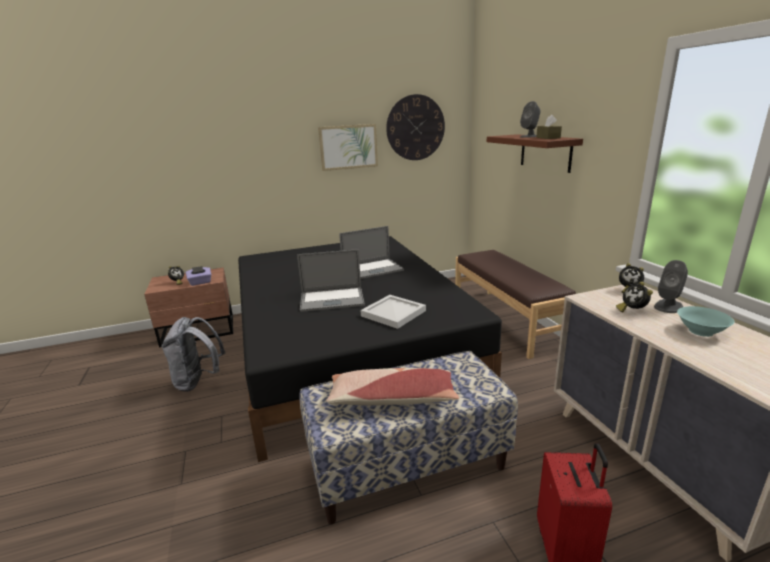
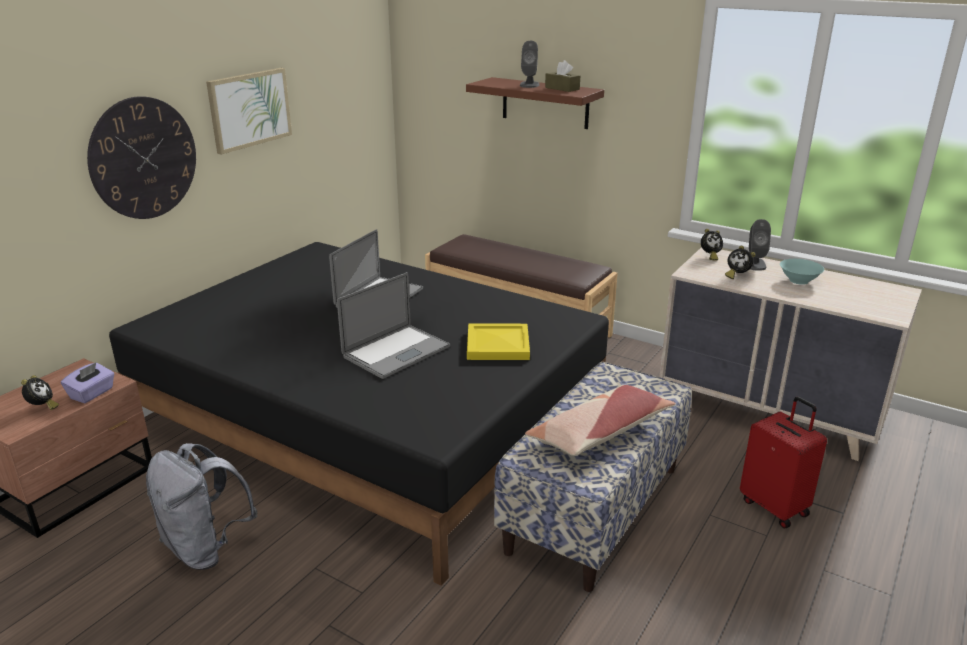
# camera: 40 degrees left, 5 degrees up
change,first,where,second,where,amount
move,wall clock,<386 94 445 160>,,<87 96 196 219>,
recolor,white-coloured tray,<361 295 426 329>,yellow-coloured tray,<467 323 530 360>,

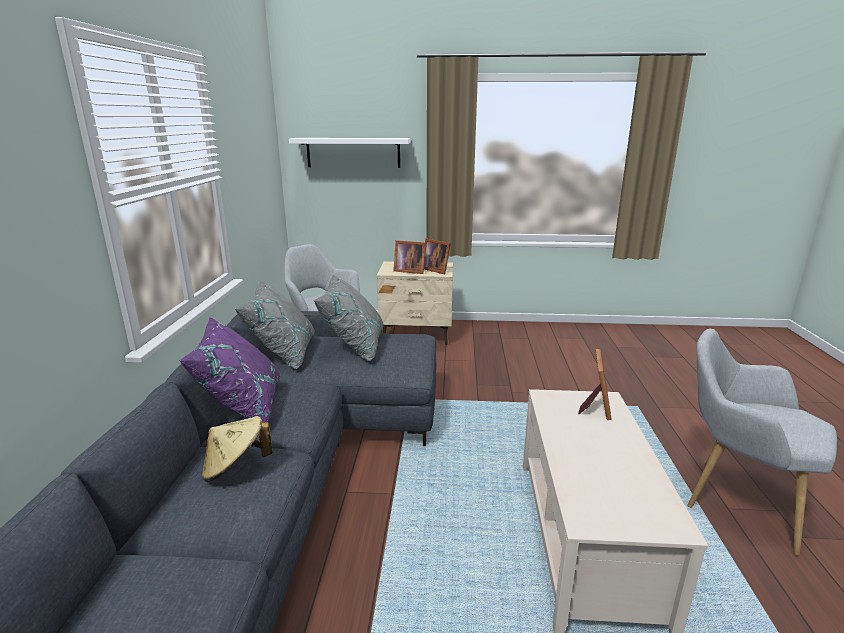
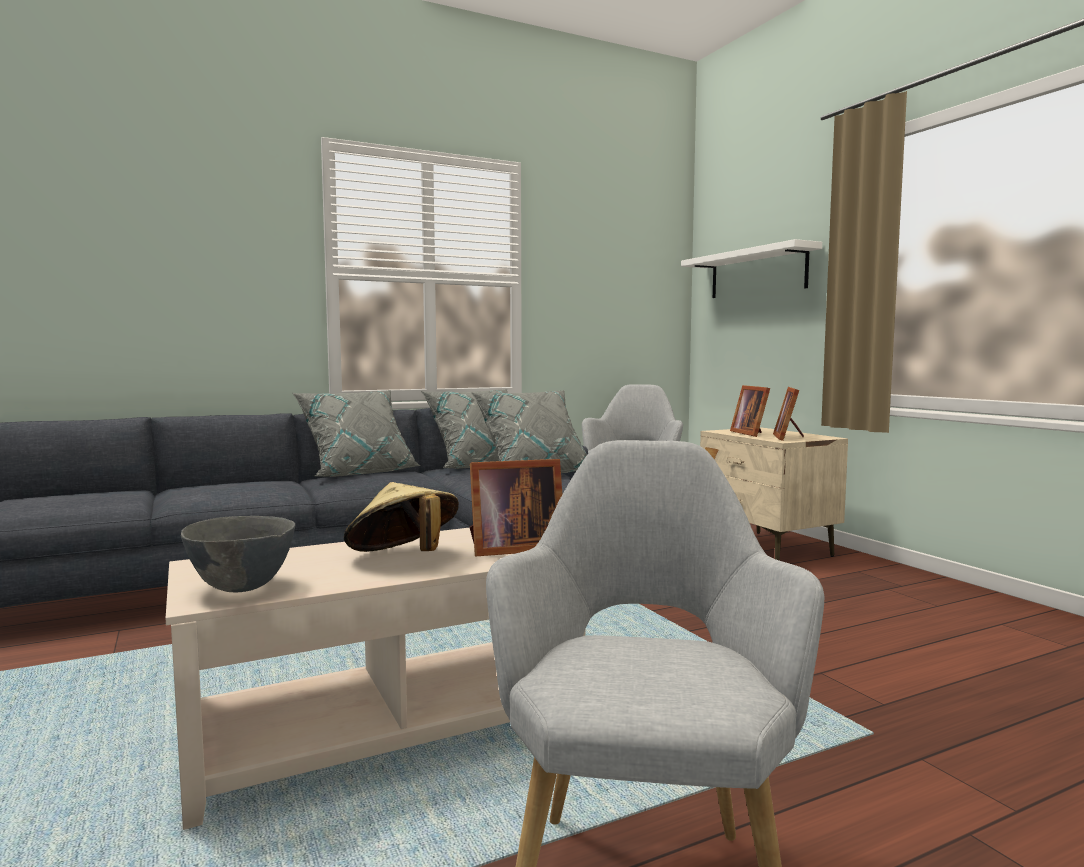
# camera: 60 degrees right, 15 degrees down
change,first,where,second,where,amount
recolor,purplish cushion,<179 317 281 423>,gray cushion,<292 390 421 477>,
move,sand-coloured wearable hat,<202 416 273 482>,,<344 482 459 552>,
insert,,,gray serving bowl,<181 516 295 593>,

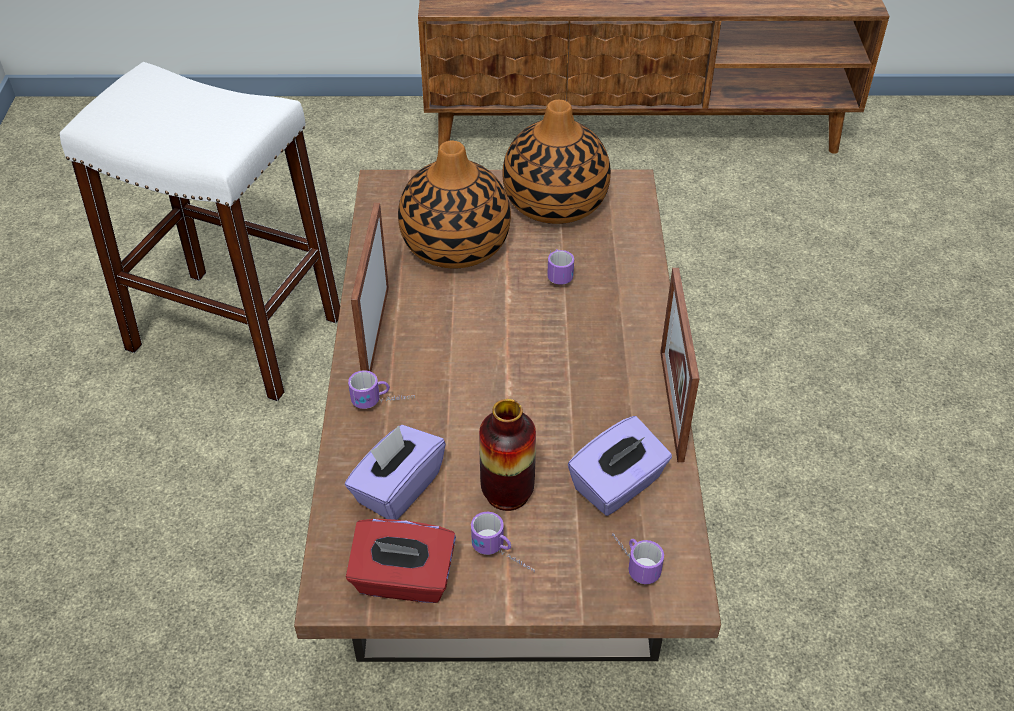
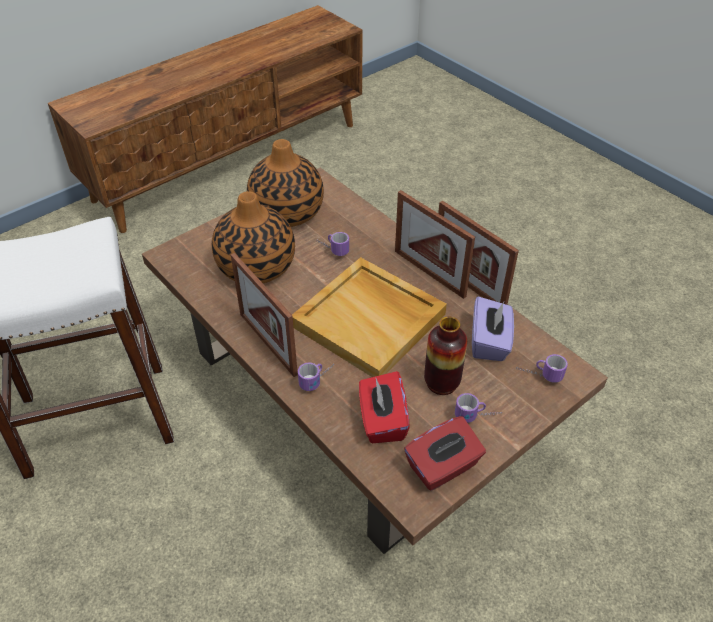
# camera: 40 degrees left, 0 degrees up
change,first,where,second,where,amount
recolor,purplish tissue holder,<345 425 446 520>,red tissue holder,<359 371 410 443>,
insert,,,picture frame,<395 190 475 299>,
insert,,,sand-coloured tray,<292 257 447 377>,

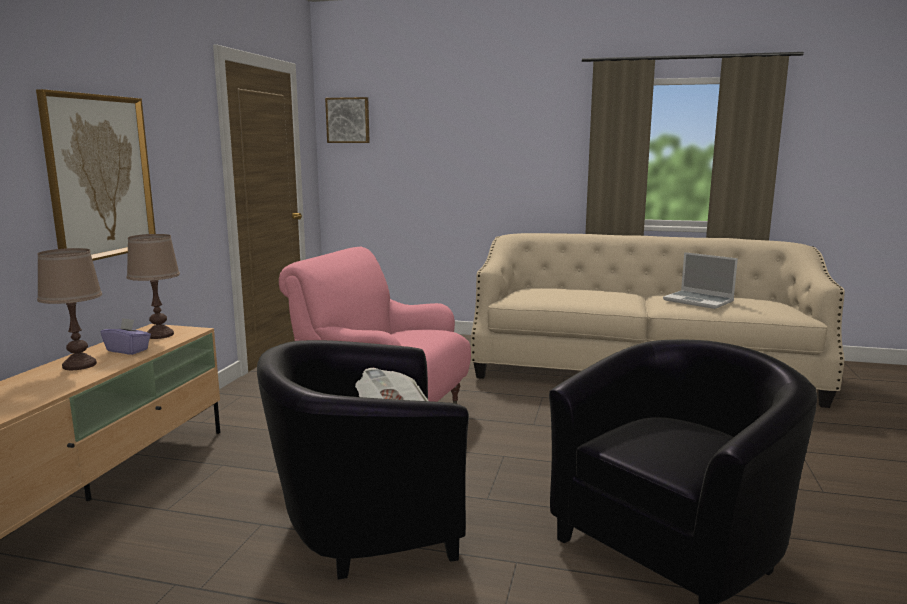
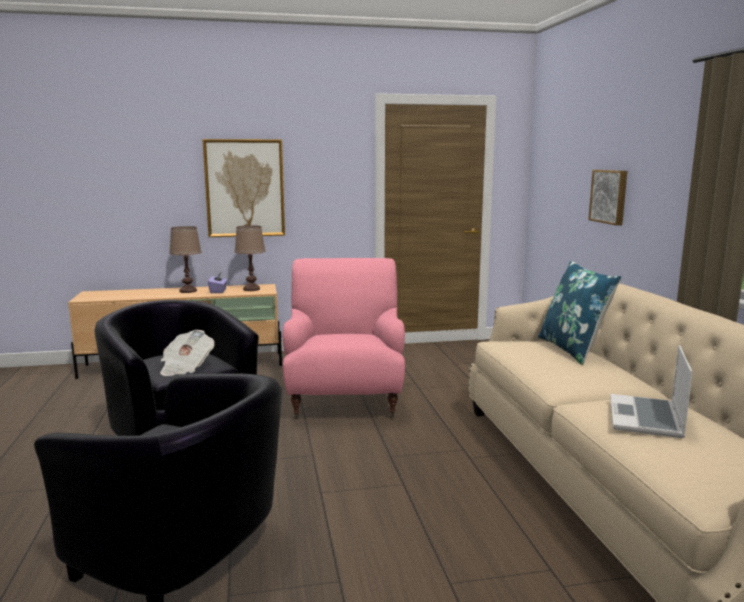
# camera: 65 degrees right, 0 degrees up
change,first,where,second,where,amount
move,picture,<325 97 370 143>,,<588 170 627 226>,
insert,,,bluish cushion,<538 260 622 365>,

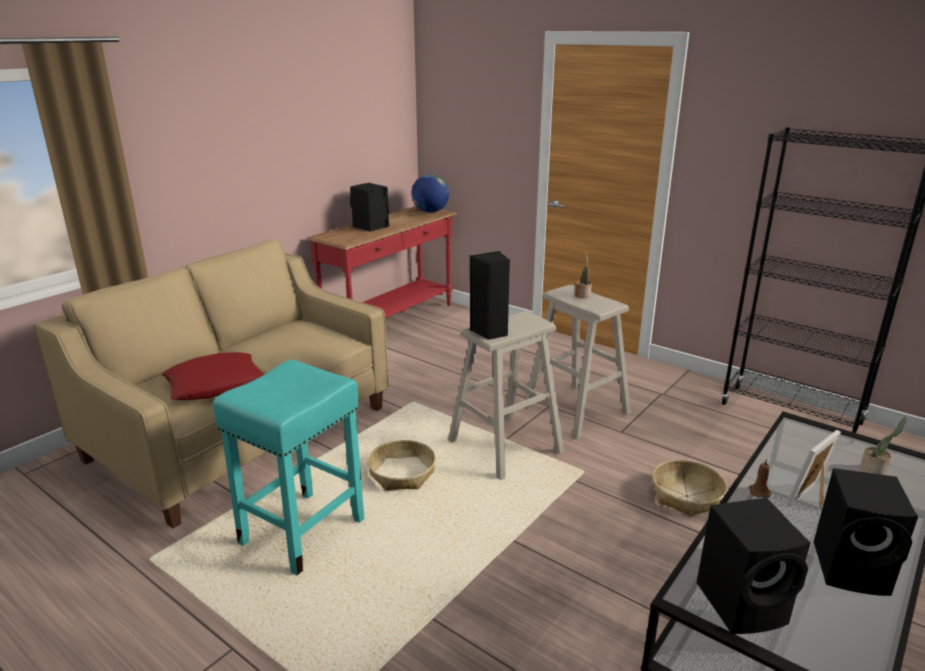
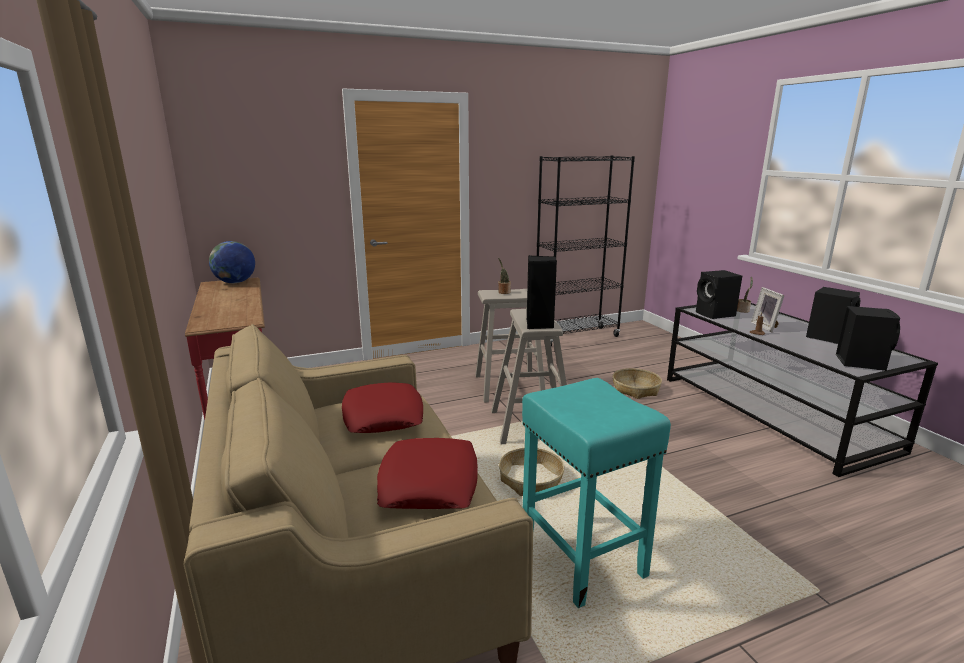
# camera: 60 degrees left, 5 degrees down
change,first,where,second,where,amount
move,black loudspeaker,<350 183 389 232>,,<696 270 742 319>,
insert,,,red cushion,<342 382 423 433>,

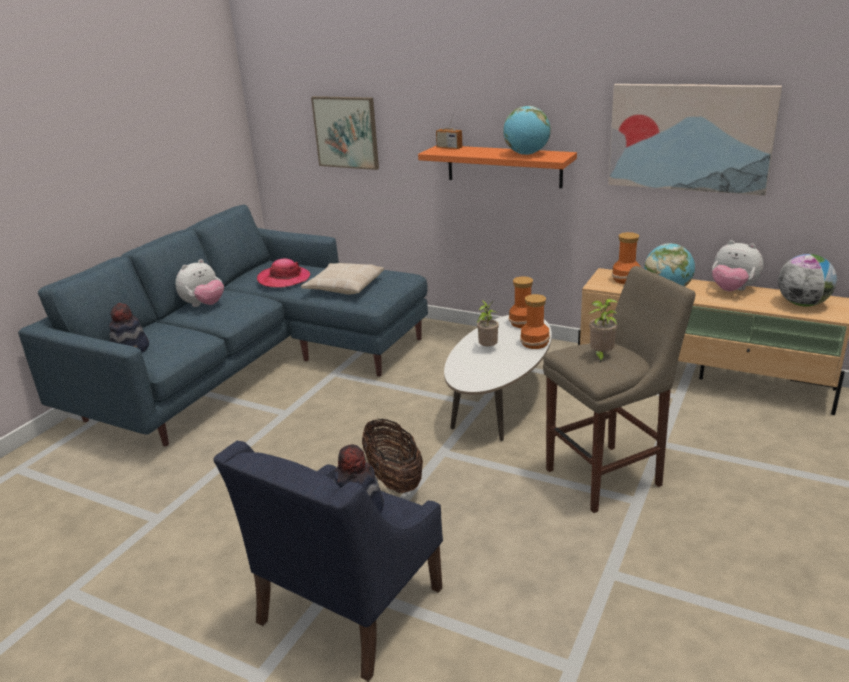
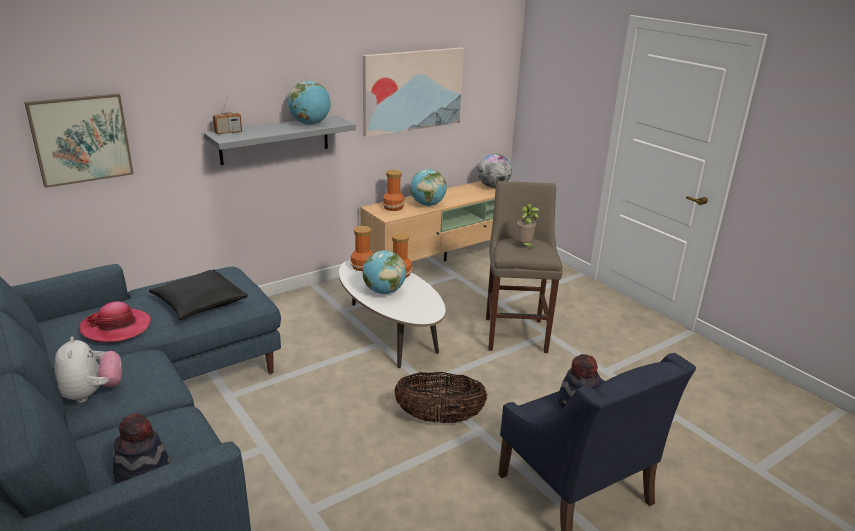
# camera: 65 degrees left, 0 degrees up
change,first,where,second,where,amount
recolor,orange-coloured bracket shelf,<418 145 577 188>,gray bracket shelf,<204 116 356 165>,
delete,plush toy,<712 240 763 291>,,,
recolor,sand-coloured cushion,<301 263 384 294>,black cushion,<149 269 248 320>,
replace,houseplant,<476 300 499 346>,world globe,<363 250 406 294>,

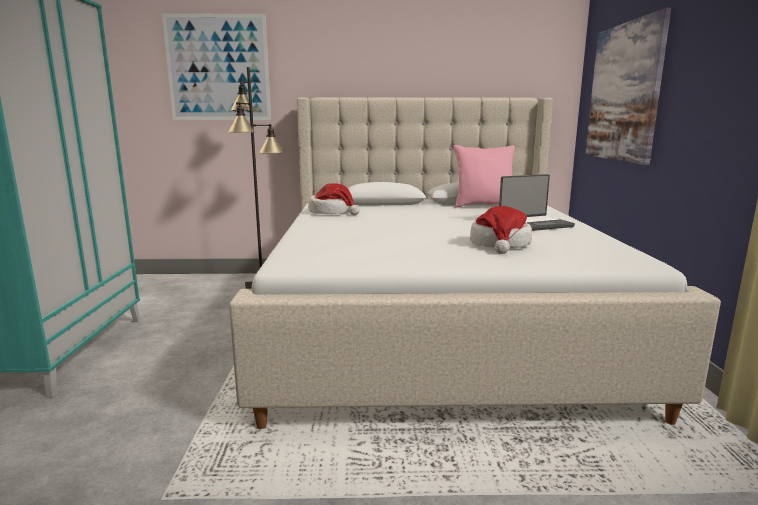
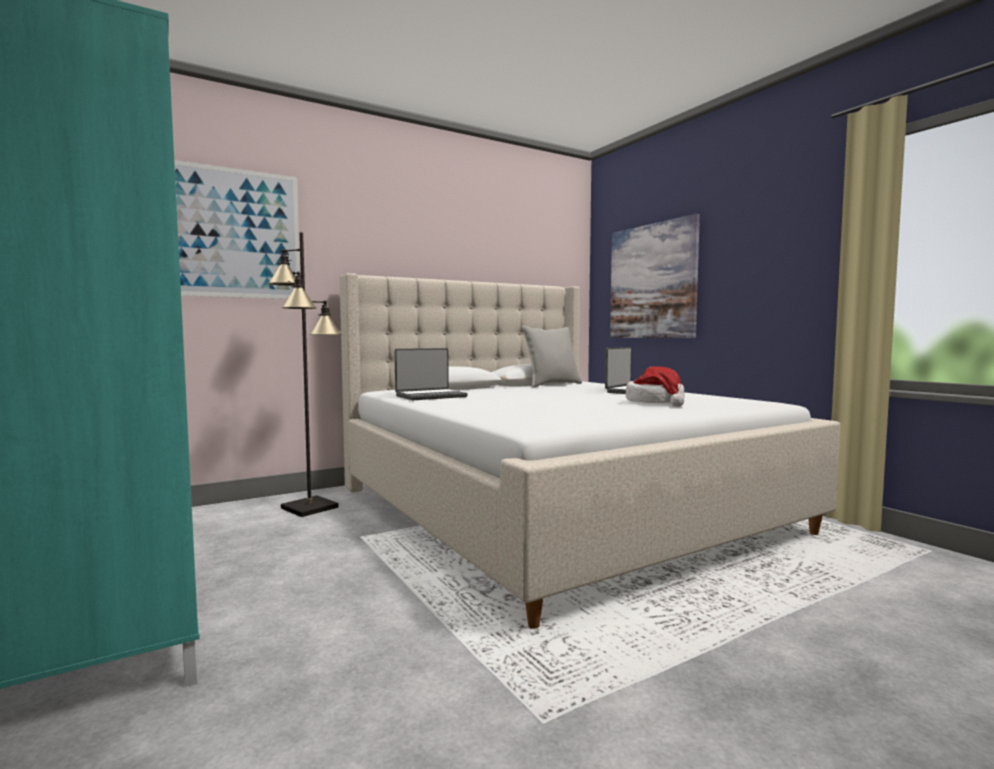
# camera: 30 degrees left, 10 degrees down
change,first,where,second,where,amount
recolor,pink-coloured cushion,<453 145 515 208>,gray cushion,<522 326 582 387>,
replace,wearable hat,<308 183 360 215>,laptop,<394 348 468 400>,

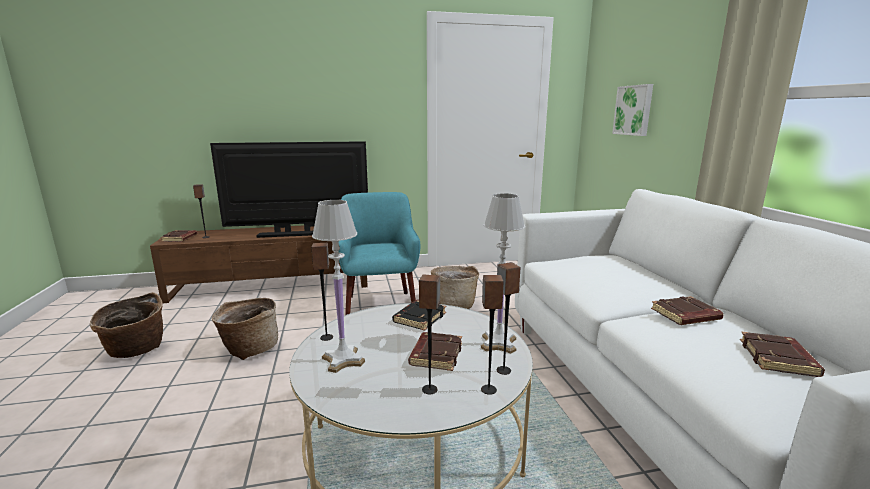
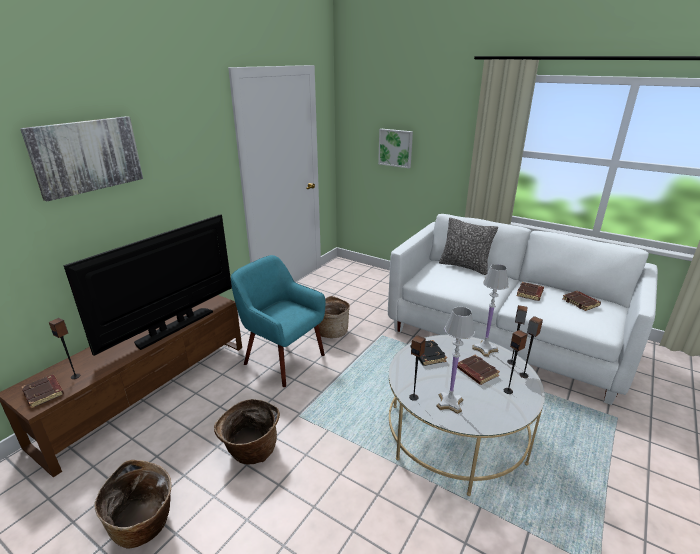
# camera: 45 degrees left, 10 degrees up
change,first,where,second,where,amount
insert,,,picture,<20 116 143 201>,
insert,,,cushion,<439 218 498 275>,

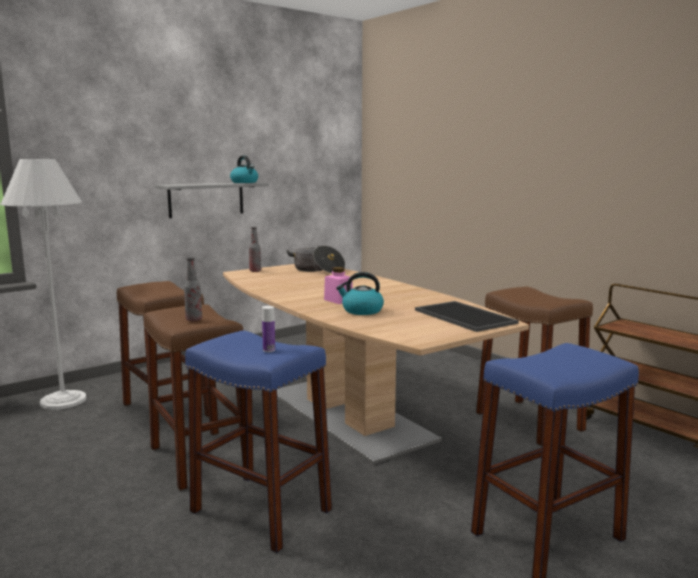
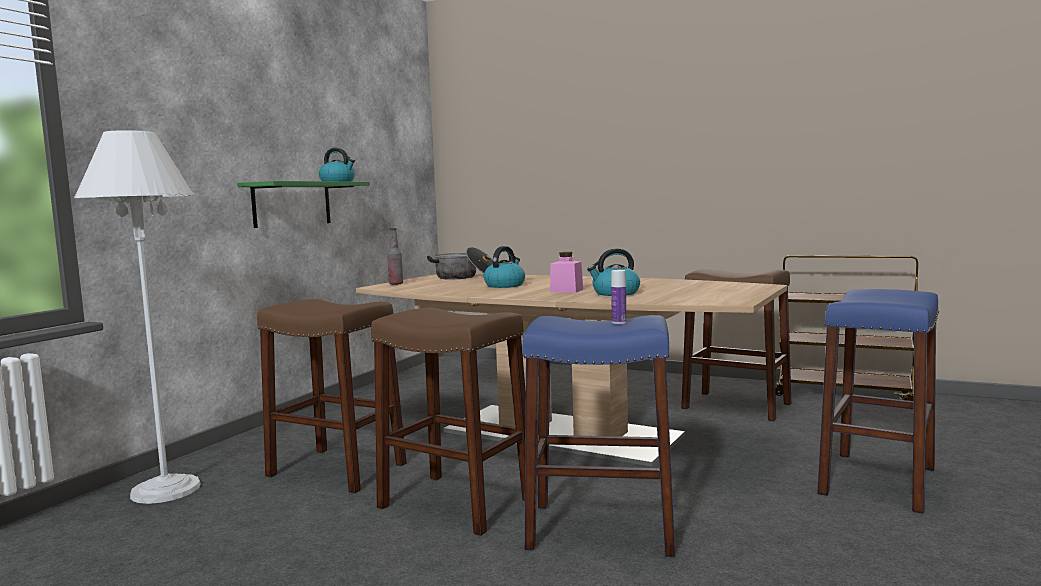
# camera: 25 degrees left, 5 degrees down
change,first,where,second,where,amount
recolor,gray bracket shelf,<155 182 269 218>,green bracket shelf,<237 181 370 228>,
delete,bottle,<184 258 202 321>,,,
delete,tray,<415 301 519 332>,,,
insert,,,tea kettle,<484 246 525 288>,

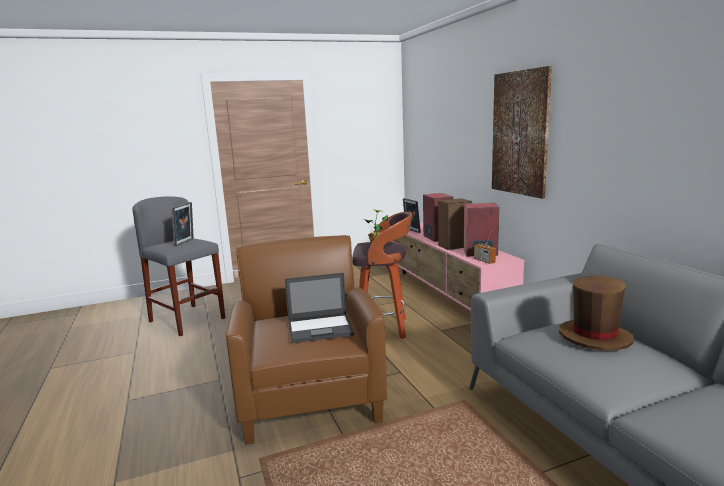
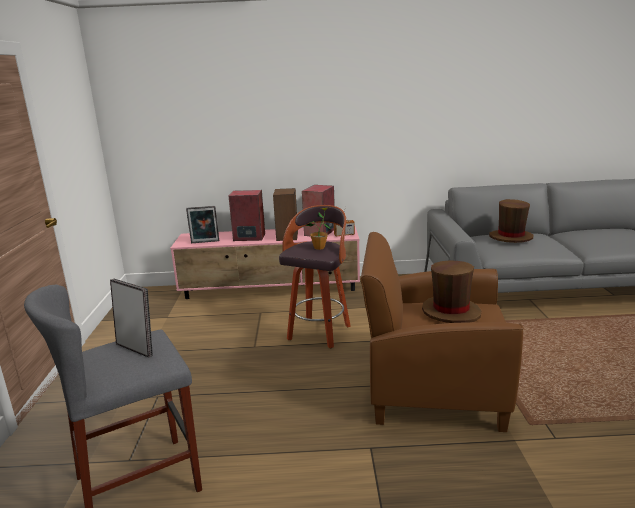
# camera: 70 degrees left, 5 degrees up
change,first,where,second,where,amount
delete,picture,<492 66 552 199>,,,
replace,laptop,<285 273 354 343>,brownish wearable hat,<422 260 481 323>,

